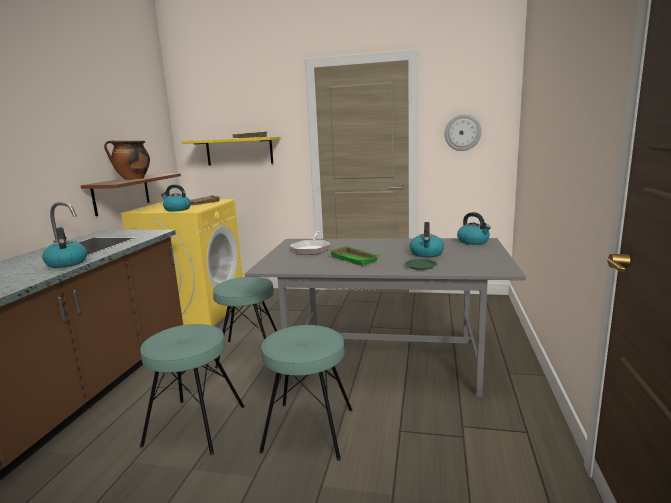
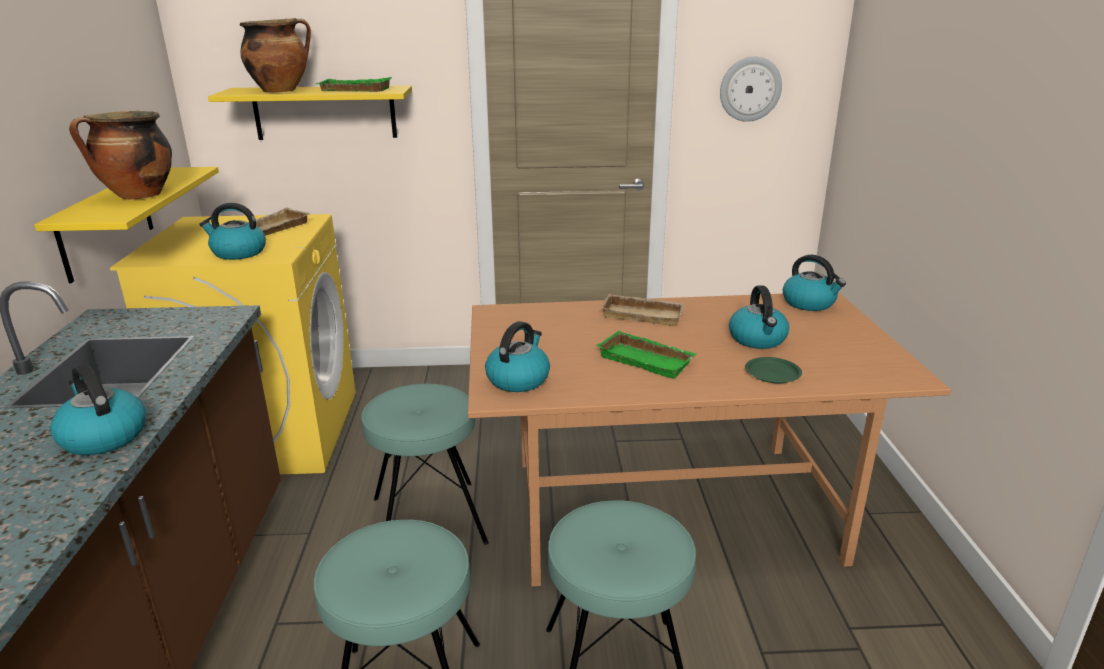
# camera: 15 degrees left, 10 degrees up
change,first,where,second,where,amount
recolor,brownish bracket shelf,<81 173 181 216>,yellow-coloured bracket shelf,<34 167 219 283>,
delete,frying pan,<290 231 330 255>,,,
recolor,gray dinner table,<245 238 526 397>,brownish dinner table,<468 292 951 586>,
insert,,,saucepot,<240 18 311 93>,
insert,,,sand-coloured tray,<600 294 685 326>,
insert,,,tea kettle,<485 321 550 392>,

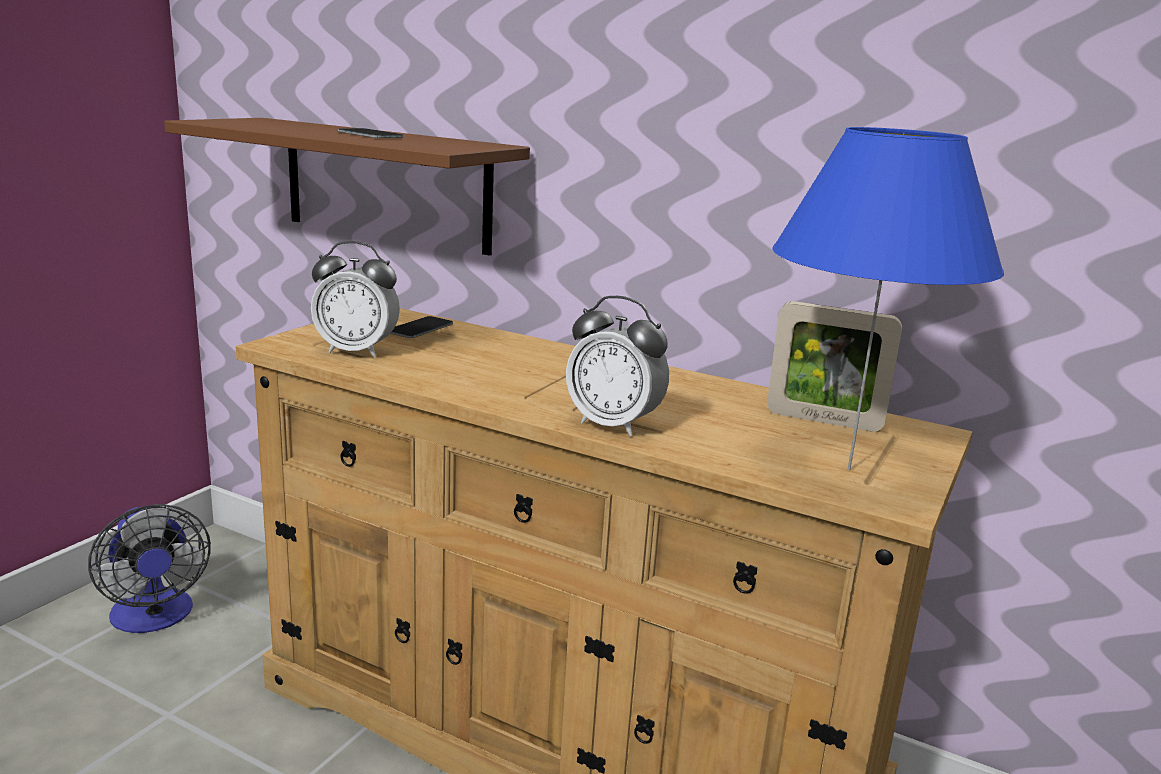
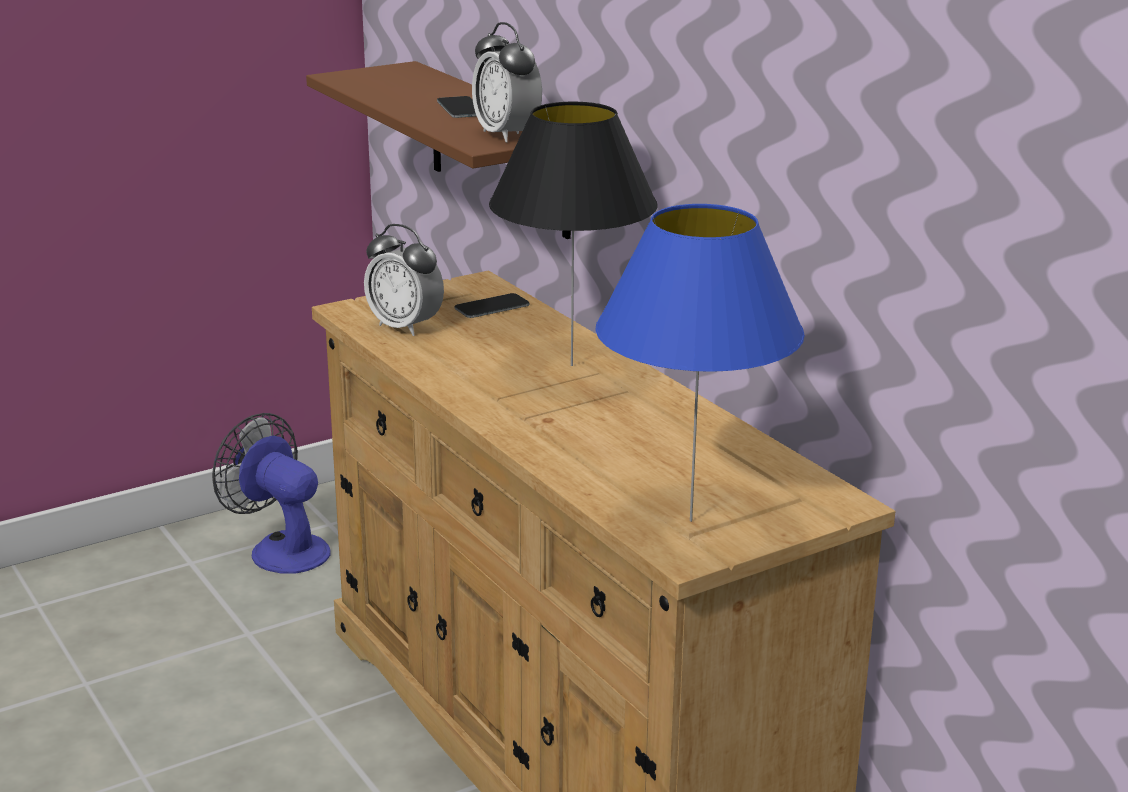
# camera: 30 degrees right, 5 degrees up
change,first,where,second,where,amount
move,table clock,<566 296 669 437>,,<472 22 542 142>,
delete,picture frame,<767 301 902 432>,,,
rotate,cooling fan,<88 504 211 633>,,<212 413 330 573>,135 degrees clockwise
insert,,,black lamp for a table,<489 102 658 366>,

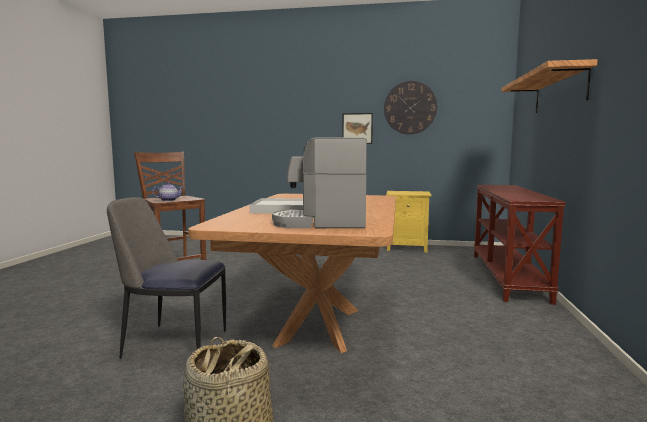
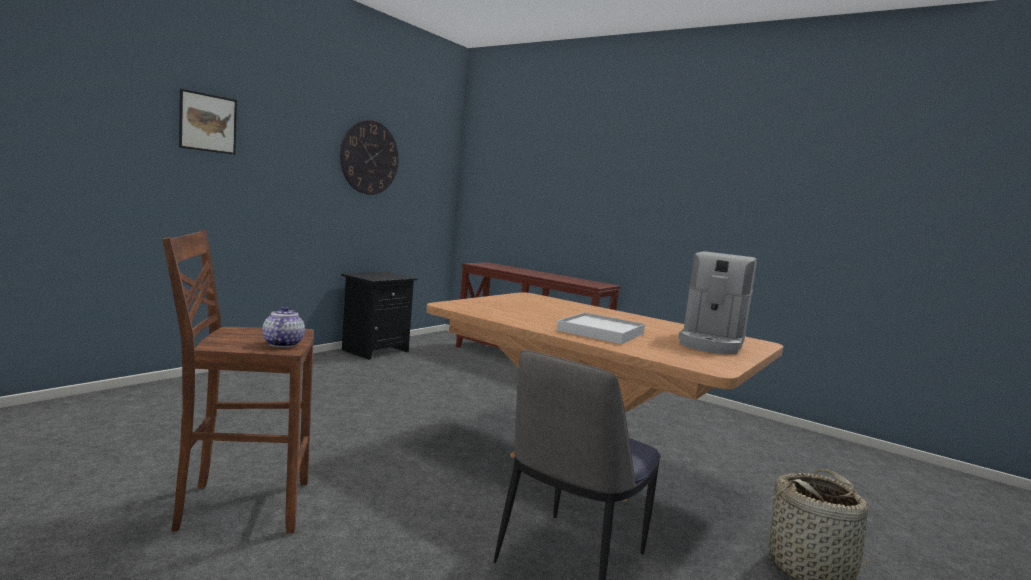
# camera: 65 degrees left, 0 degrees up
change,first,where,second,where,amount
delete,bracket shelf,<501 59 598 113>,,,
move,picture,<342 113 373 144>,,<179 89 237 155>,
recolor,yellow-coloured night table,<386 191 431 252>,black night table,<341 272 417 360>,

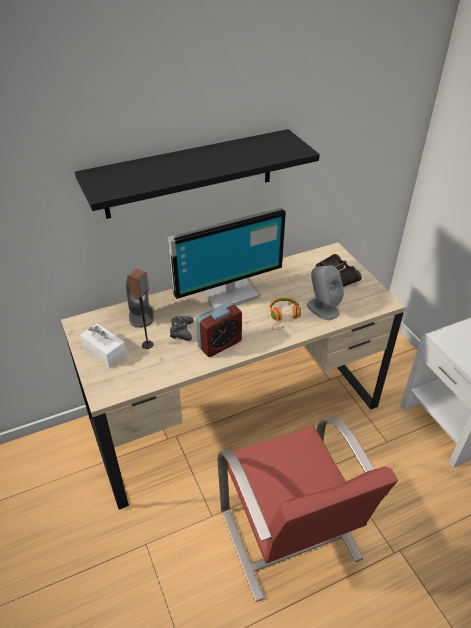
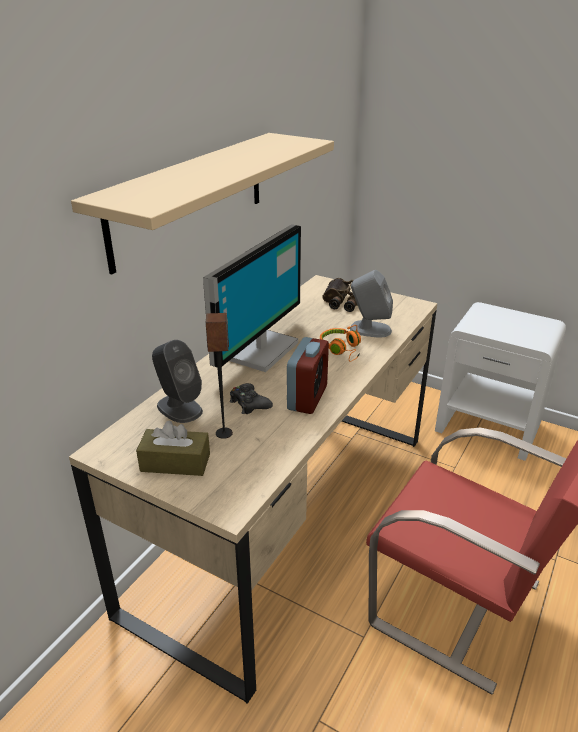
# camera: 35 degrees left, 10 degrees down
change,first,where,second,where,amount
recolor,black bracket shelf,<75 129 320 219>,sand-coloured bracket shelf,<71 133 334 275>,
recolor,white-coloured tissue holder,<80 323 127 367>,brownish tissue holder,<136 420 210 476>,

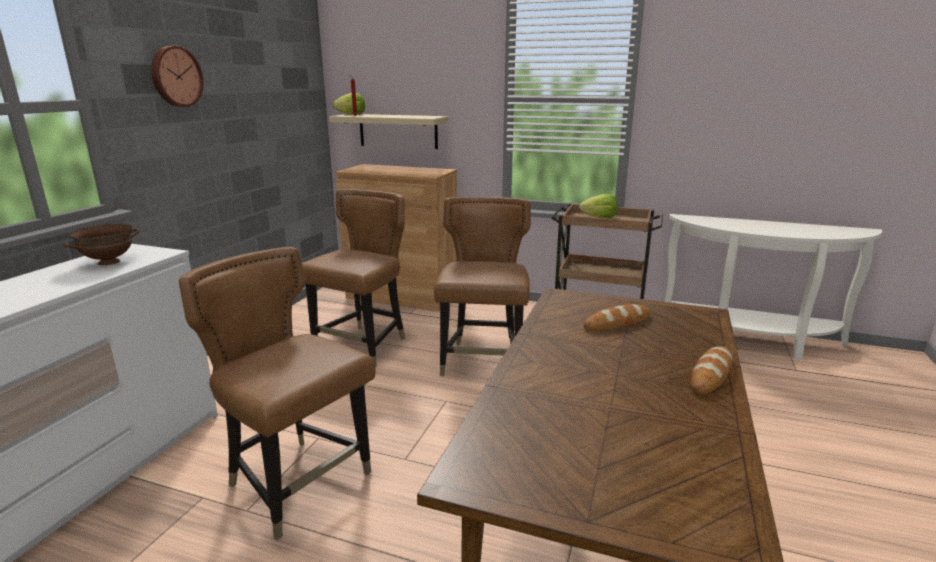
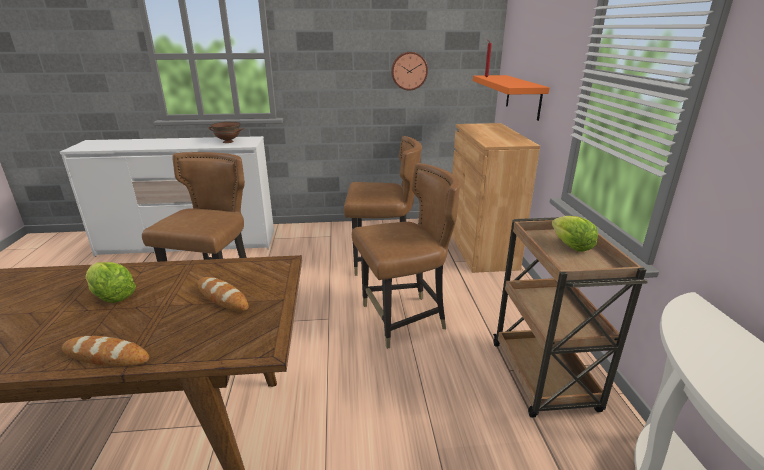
# camera: 65 degrees right, 5 degrees up
change,first,where,second,where,amount
move,wall clock,<151 46 204 107>,,<391 52 428 90>,
move,head of lettuce,<333 93 365 115>,,<85 262 136 303>,
recolor,sand-coloured bracket shelf,<329 114 449 149>,orange-coloured bracket shelf,<473 75 550 121>,

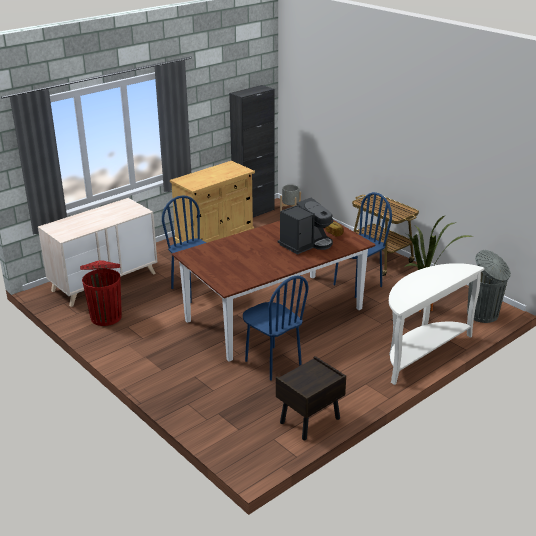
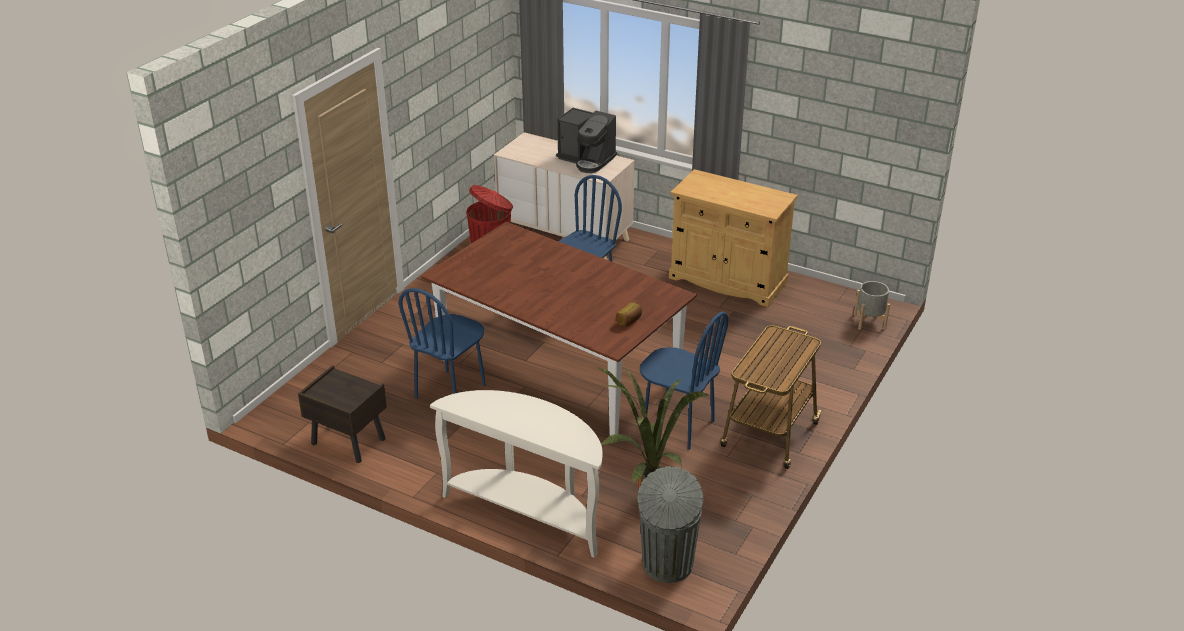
# camera: 70 degrees right, 5 degrees up
change,first,where,second,where,amount
delete,black cabinet,<229 85 275 218>,,,
move,coffee machine,<278 197 333 255>,,<556 108 617 173>,

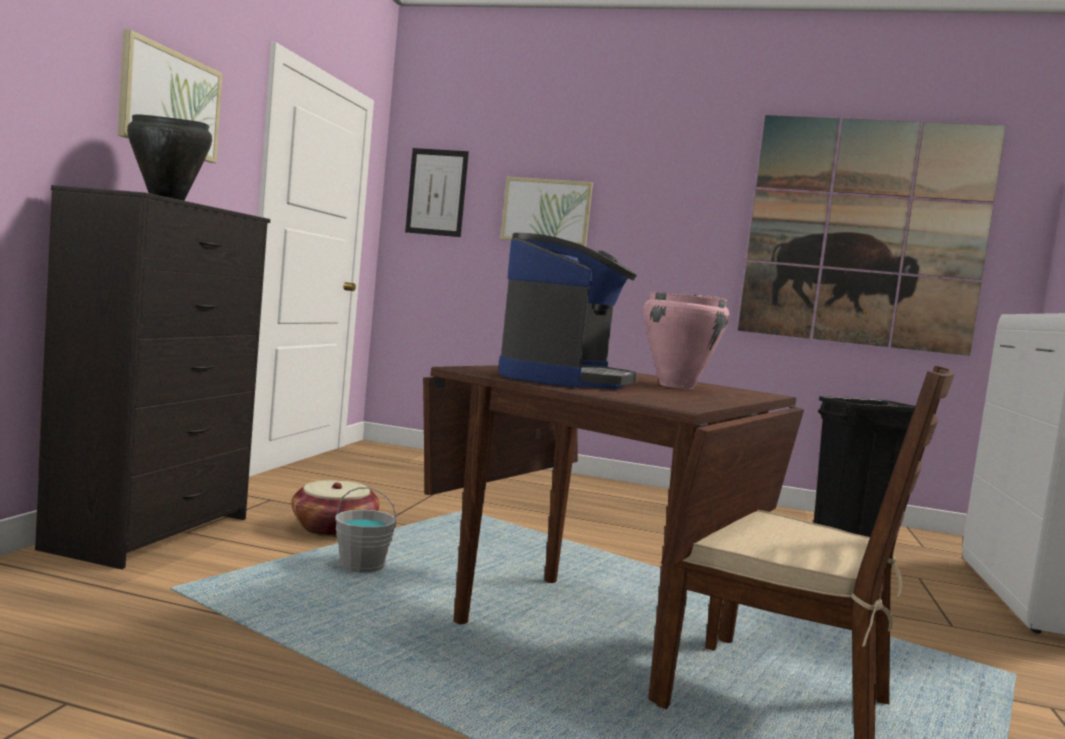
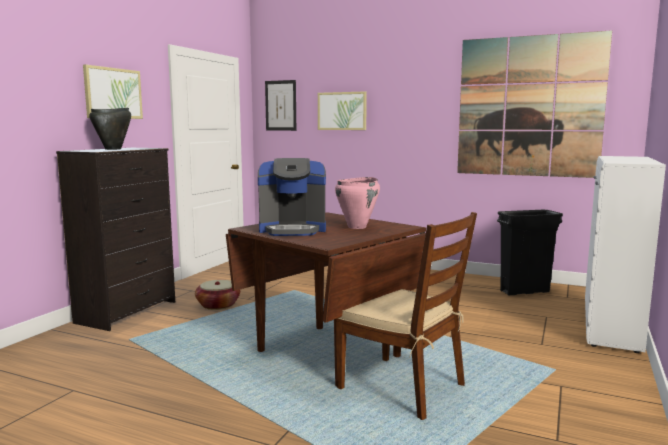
# camera: 10 degrees right, 5 degrees up
change,first,where,second,where,amount
rotate,coffee machine,<498 233 637 390>,,<258 158 326 236>,60 degrees clockwise
delete,gray pail,<335 487 397 573>,,,

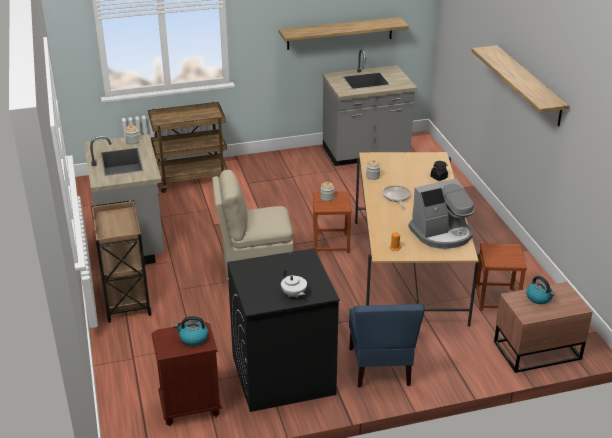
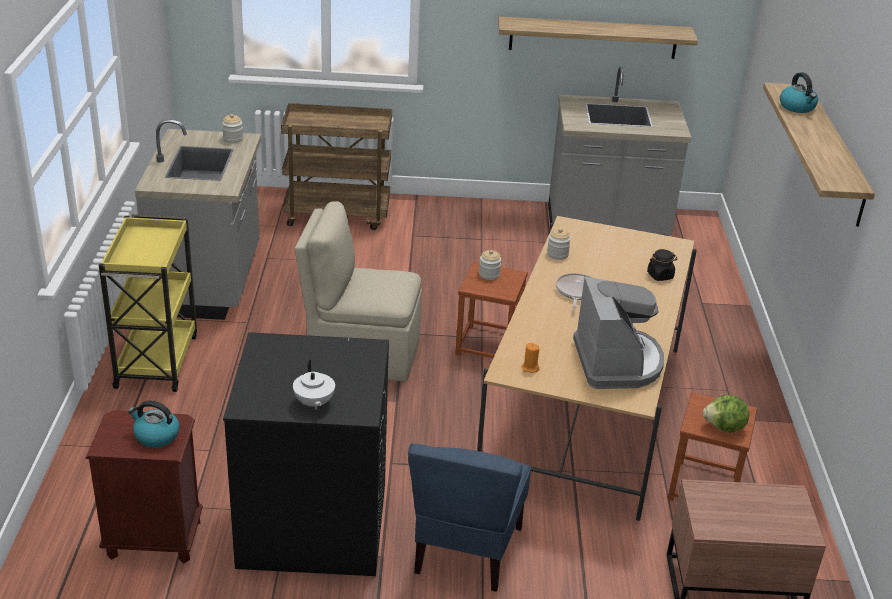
# camera: 15 degrees right, 0 degrees up
change,first,where,second,where,amount
rotate,coffee machine,<408 178 475 249>,,<573 276 664 389>,90 degrees counterclockwise
recolor,brownish wheeled cart,<91 199 151 322>,yellow-coloured wheeled cart,<99 214 197 392>,
move,tea kettle,<526 276 555 304>,,<780 72 818 113>,
insert,,,head of lettuce,<703 395 749 433>,

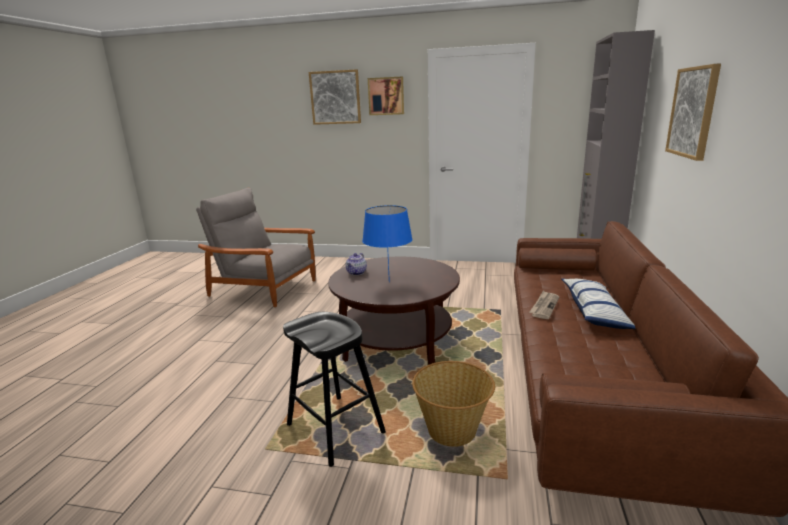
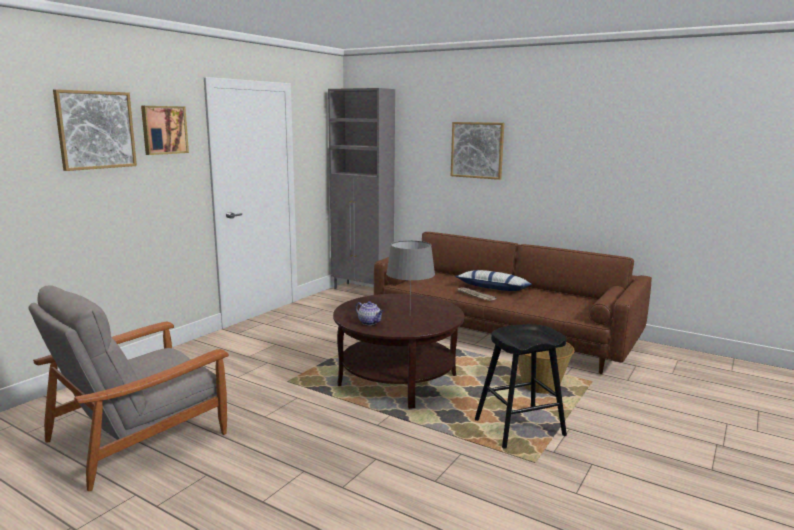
# camera: 70 degrees left, 5 degrees down
change,first,where,second,where,amount
recolor,bluish lamp for a table,<362 205 413 282>,gray lamp for a table,<386 240 435 302>,

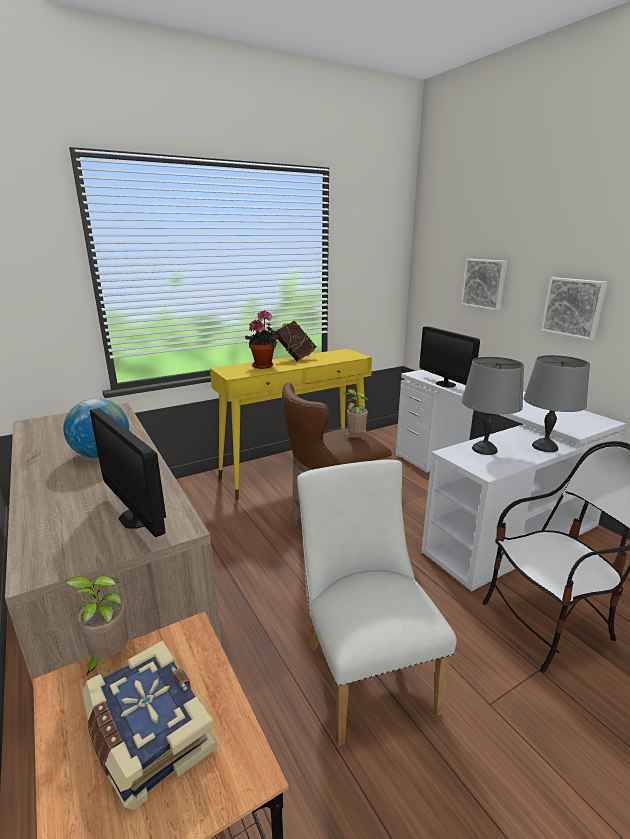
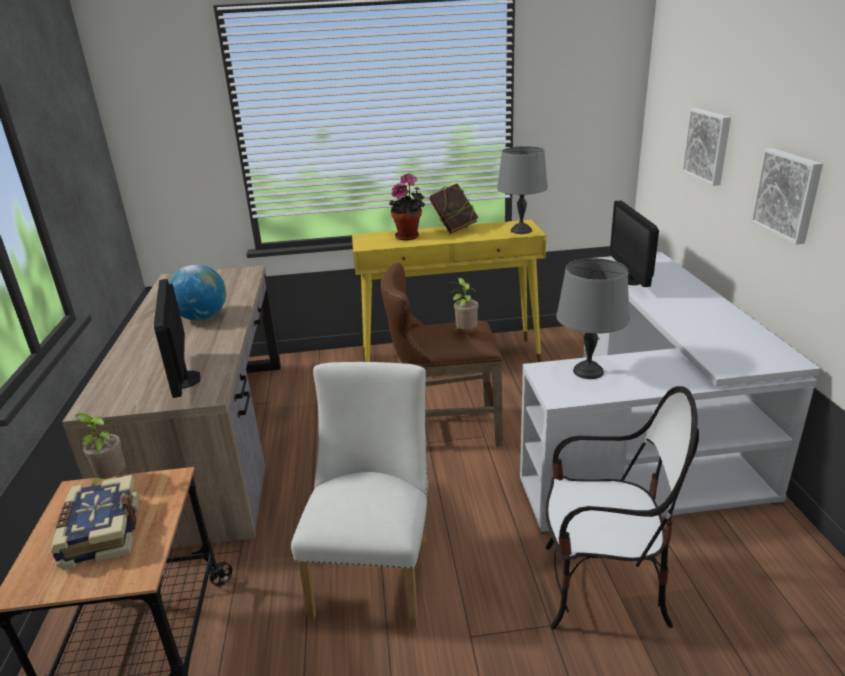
# camera: 25 degrees right, 5 degrees up
change,first,where,second,where,amount
move,gray lamp for a table,<524 355 590 452>,,<497 146 548 234>,

